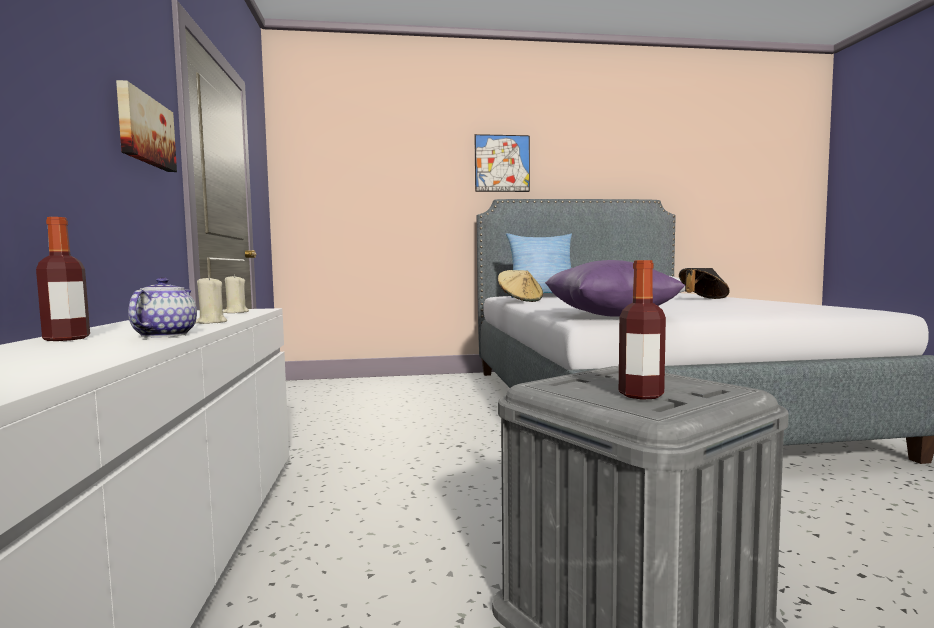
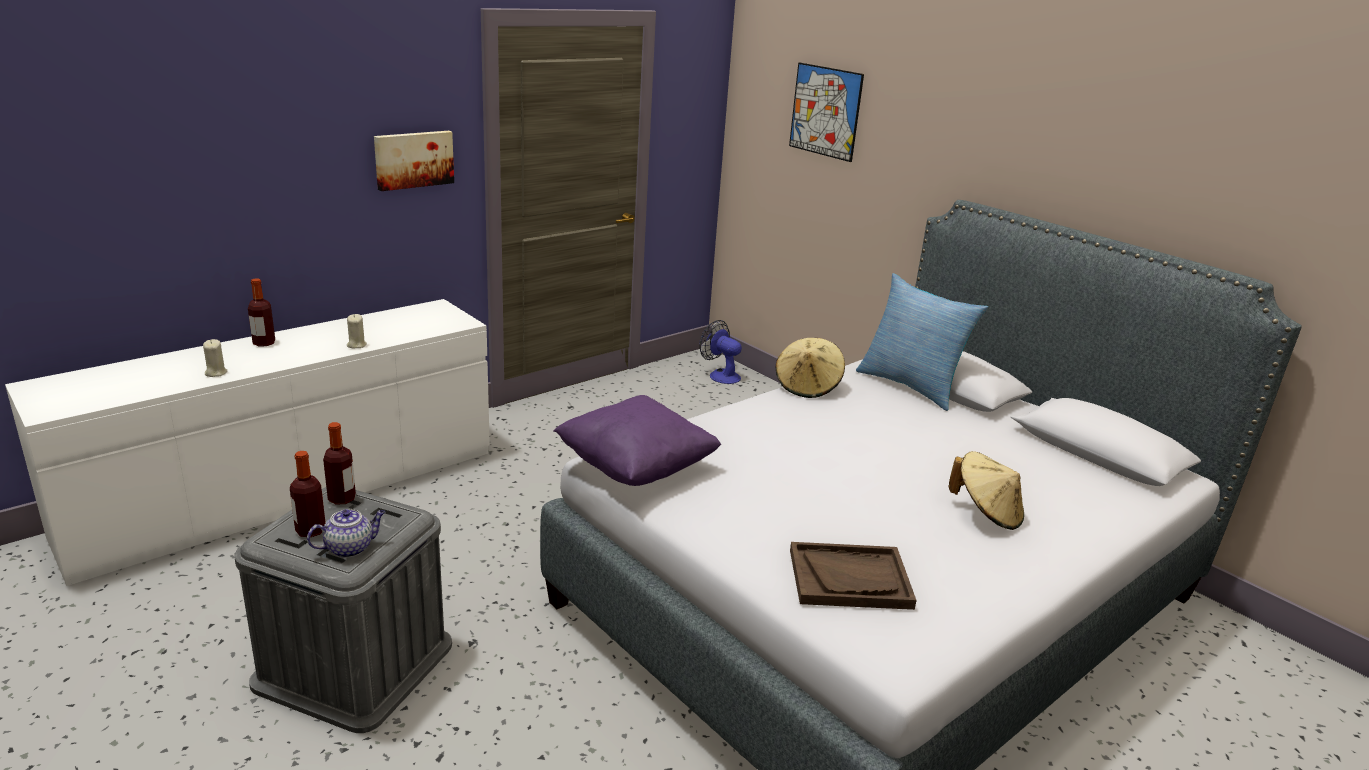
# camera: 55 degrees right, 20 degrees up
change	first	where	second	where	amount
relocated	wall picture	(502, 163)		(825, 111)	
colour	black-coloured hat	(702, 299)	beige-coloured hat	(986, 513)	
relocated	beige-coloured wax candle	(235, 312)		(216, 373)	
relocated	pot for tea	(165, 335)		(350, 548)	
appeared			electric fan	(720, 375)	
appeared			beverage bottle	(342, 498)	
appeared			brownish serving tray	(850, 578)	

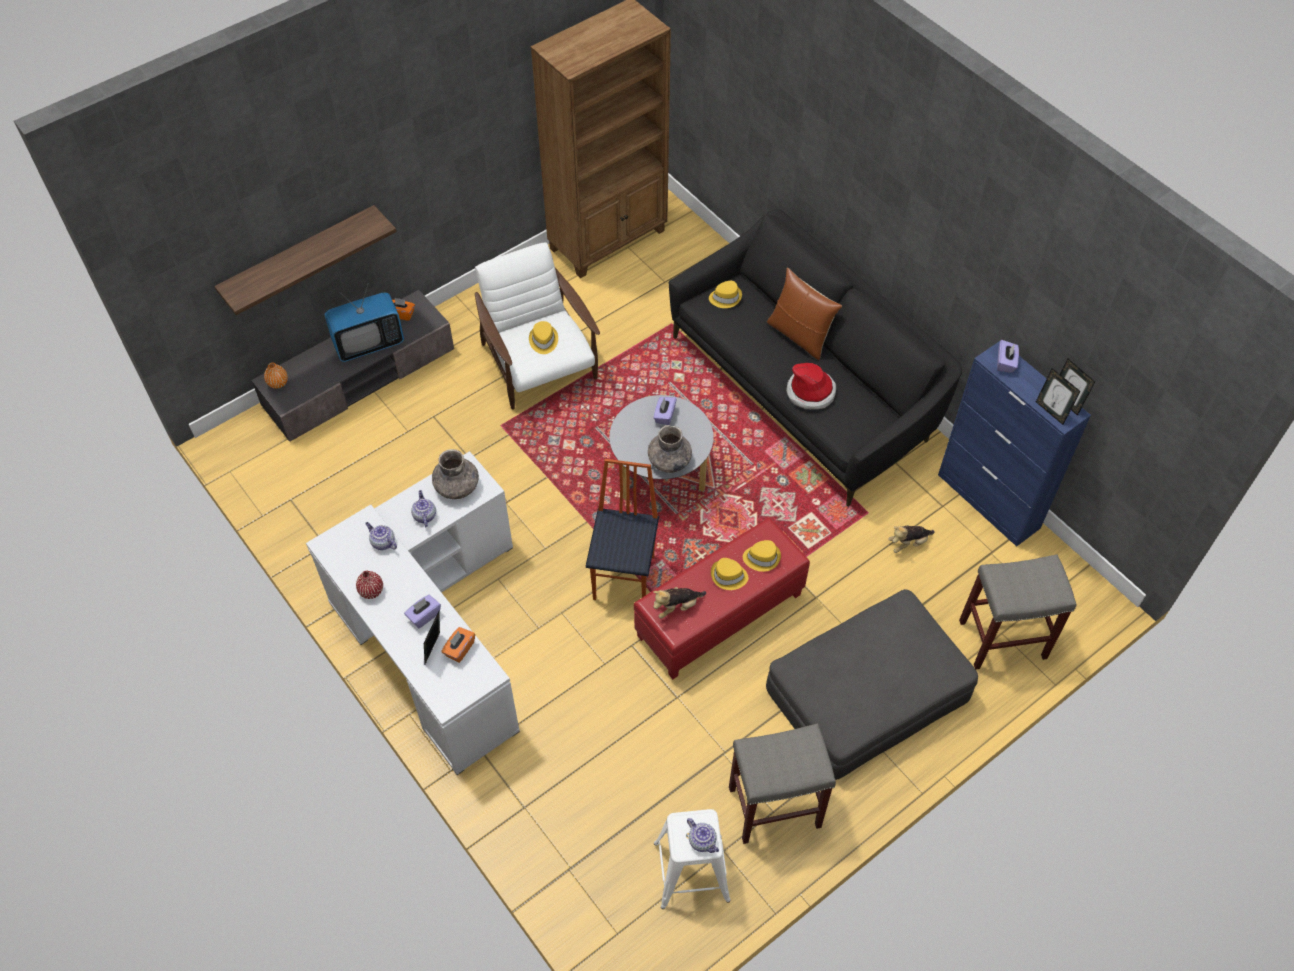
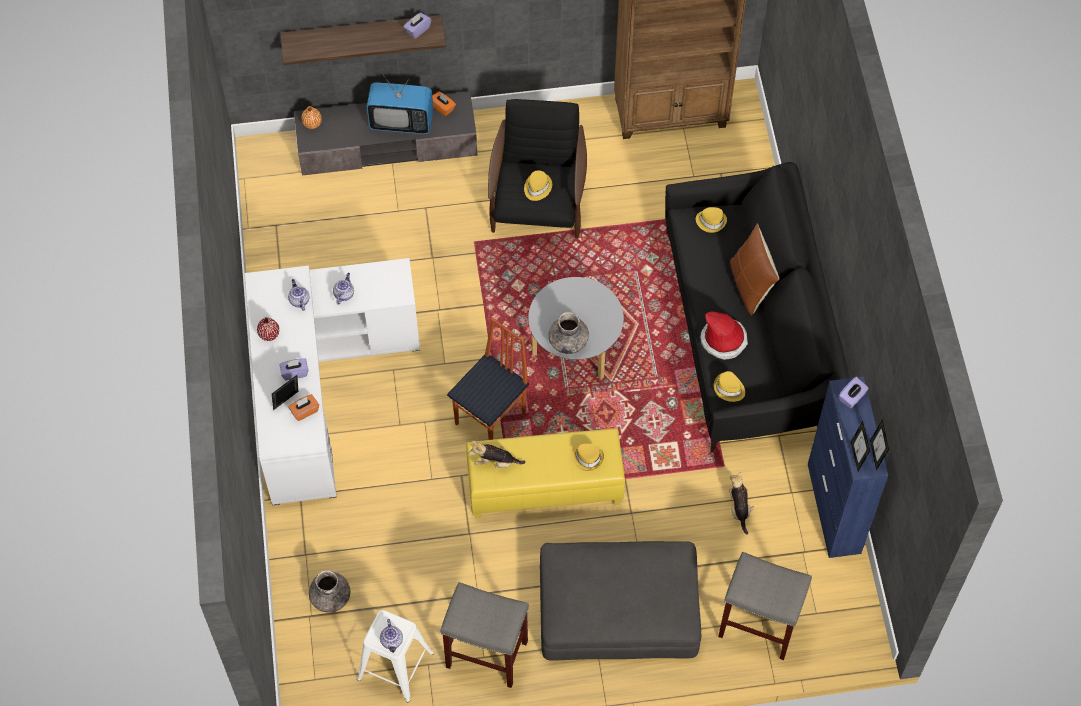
# camera: 30 degrees right, 5 degrees up
change	first	where	second	where	amount
colour	white lounge chair	(539, 365)	black-coloured lounge chair	(538, 203)	
relocated	purple-coloured tissue holder	(664, 415)		(417, 30)	
relocated	gray flower vase	(457, 486)		(331, 597)	
colour	red-coloured footrest	(719, 616)	yellow-coloured footrest	(544, 488)	
spun	cuddly toy	(908, 543)		(739, 508)	75 degrees clockwise
relocated	yellow-coloured hat	(728, 576)		(729, 388)	

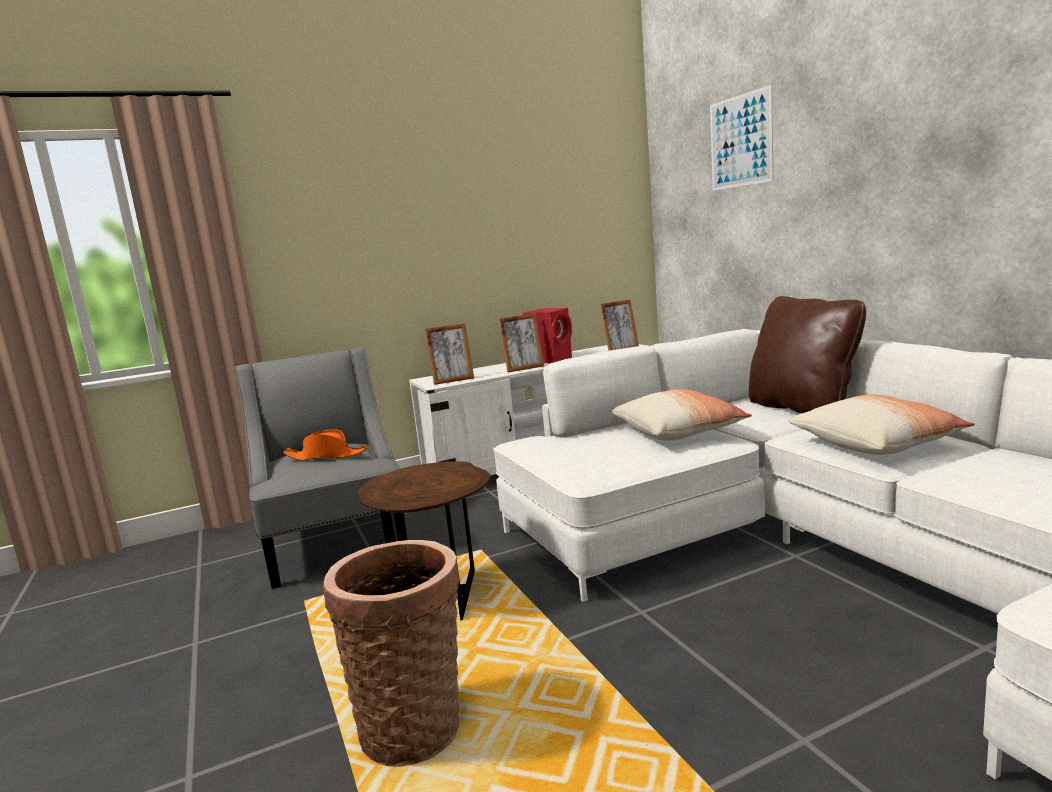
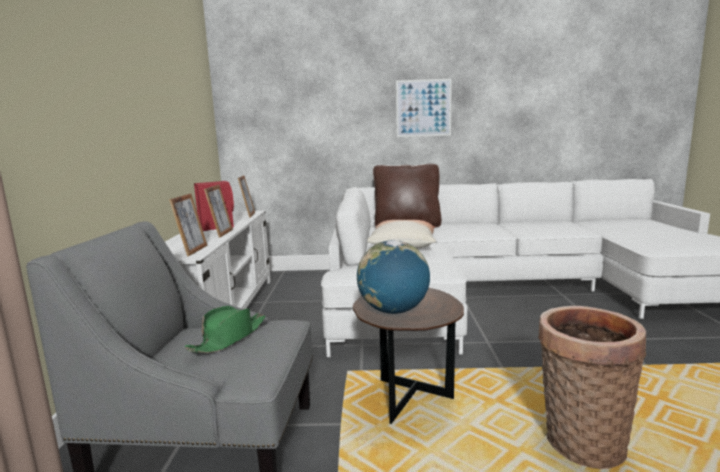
# camera: 65 degrees left, 0 degrees up
change	first	where	second	where	amount
relocated	wall picture	(740, 141)		(423, 108)	
missing	cushion	(876, 444)			
colour	orange hat	(327, 456)	green hat	(229, 338)	
appeared			world globe	(393, 311)	

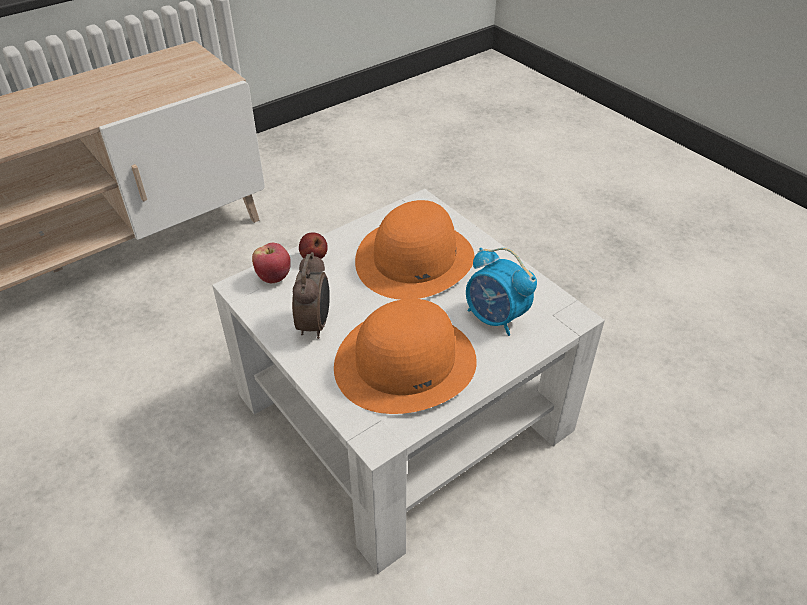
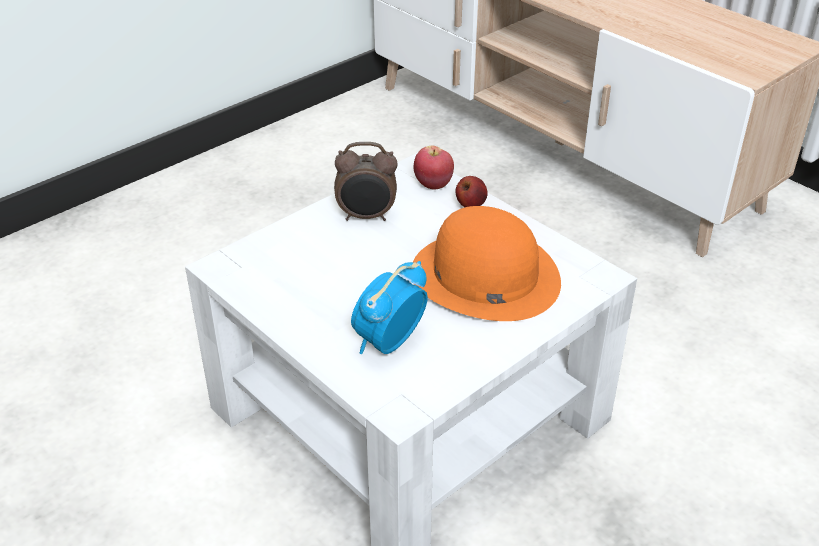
# camera: 85 degrees right, 5 degrees down
change	first	where	second	where	amount
missing	orange hat	(405, 362)			

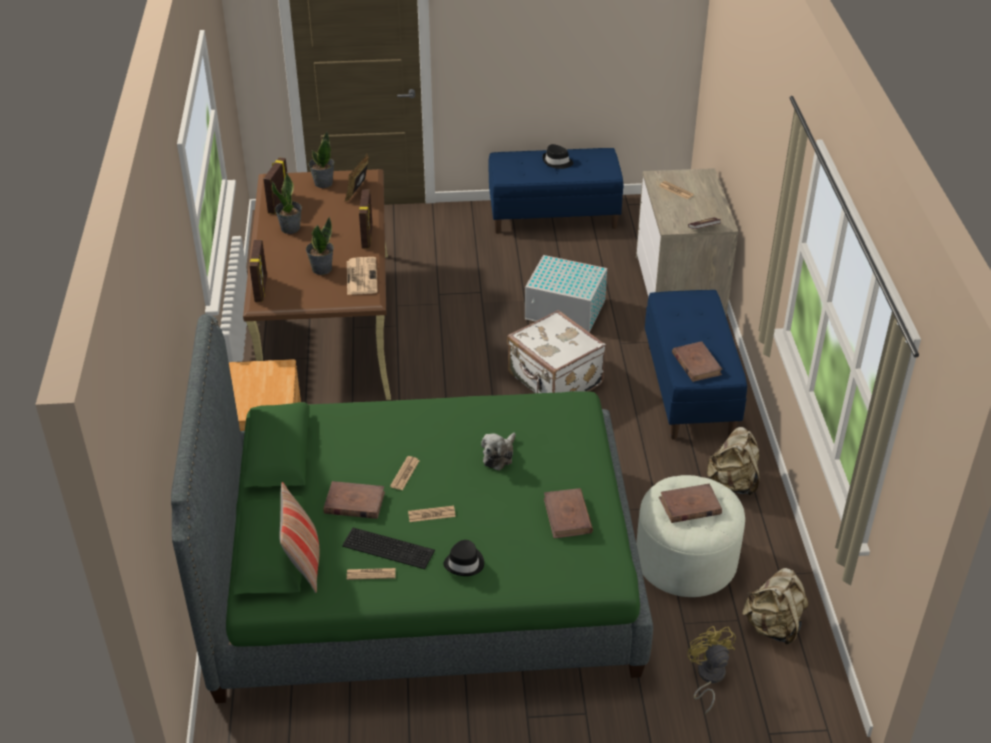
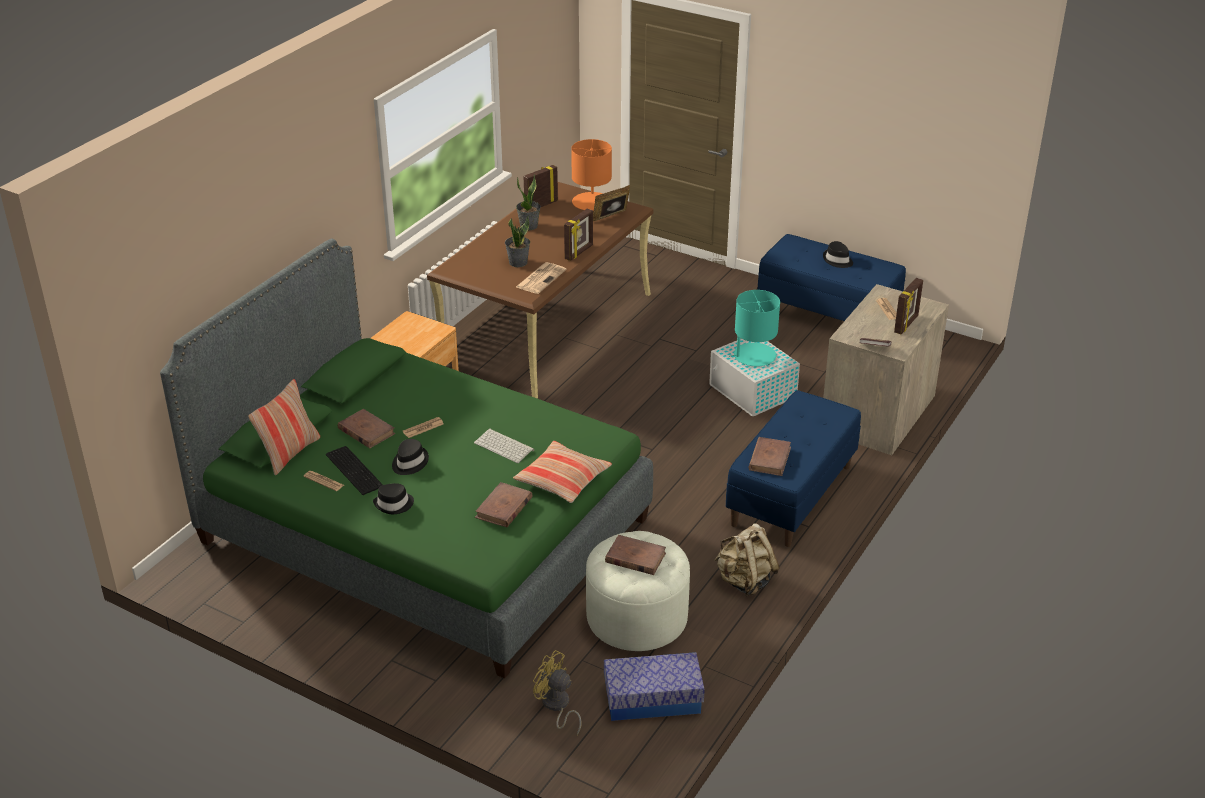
# camera: 35 degrees right, 5 degrees down
change	first	where	second	where	amount
exchanged	houseplant	(323, 183)	orange tabletop lamp	(591, 202)	
relocated	standing frame	(261, 289)		(906, 324)	
missing	white suitcase	(554, 380)			
exchanged	cuddly toy	(499, 456)	computer keyboard	(505, 446)	
exchanged	daily paper	(431, 514)	black-coloured hat	(409, 462)	
exchanged	beige-coloured knapsack	(773, 626)	storage container	(652, 699)	
spun	yellow-coloured electric fan	(708, 677)		(556, 706)	75 degrees counterclockwise
appeared			turquoise tabletop lamp	(754, 356)	
appeared			cushion	(562, 480)	

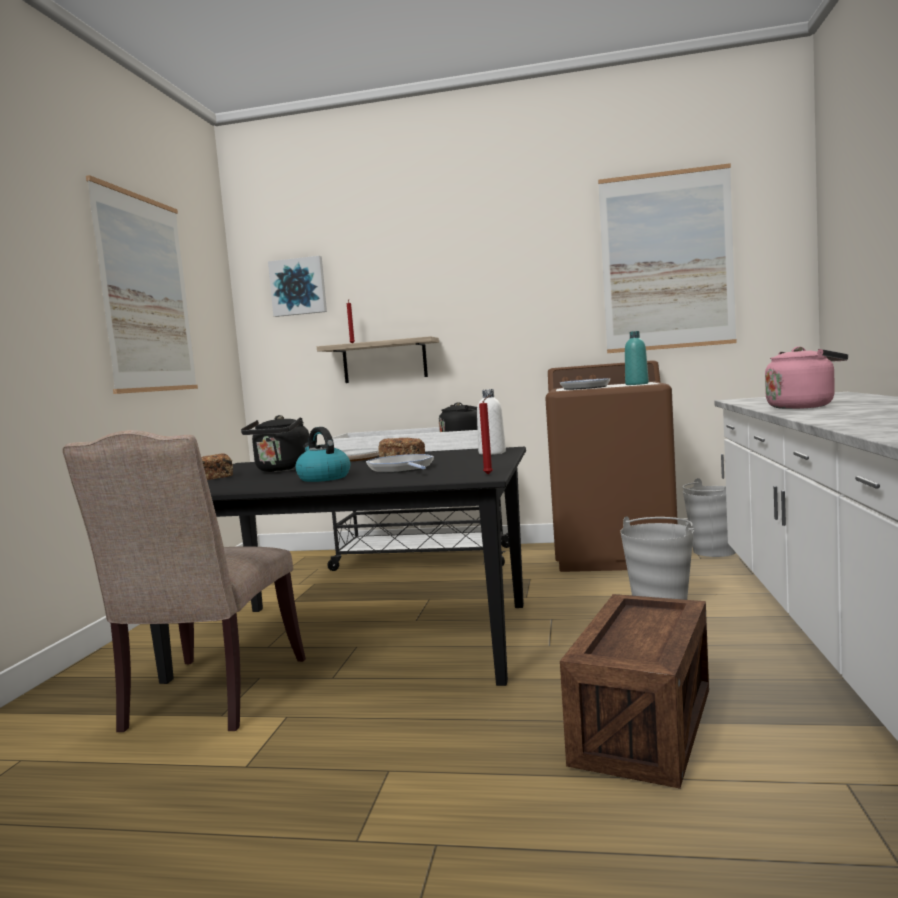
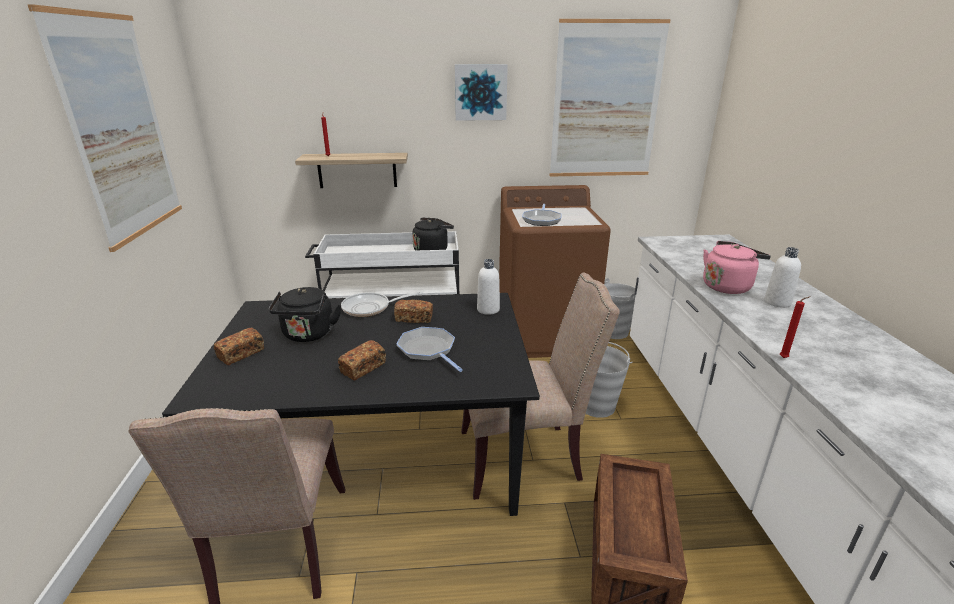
# camera: 15 degrees left, 20 degrees up
change	first	where	second	where	amount
relocated	wall picture	(298, 287)		(480, 92)	
missing	turquoise beverage bottle	(637, 384)			
relocated	red-coloured wax candle	(489, 474)		(785, 358)	
exchanged	water kettle	(323, 478)	bakery bread	(363, 368)	
appeared			white beverage bottle	(777, 302)	
appeared			beige-coloured upright chair	(525, 456)	

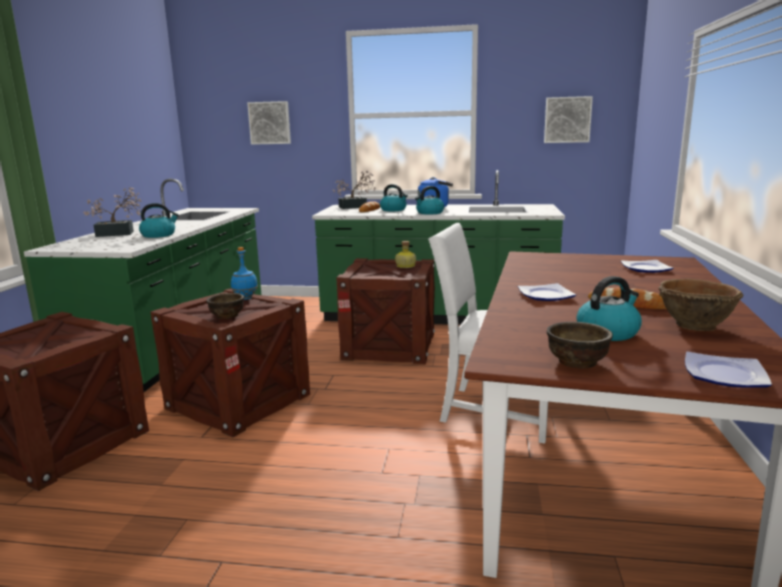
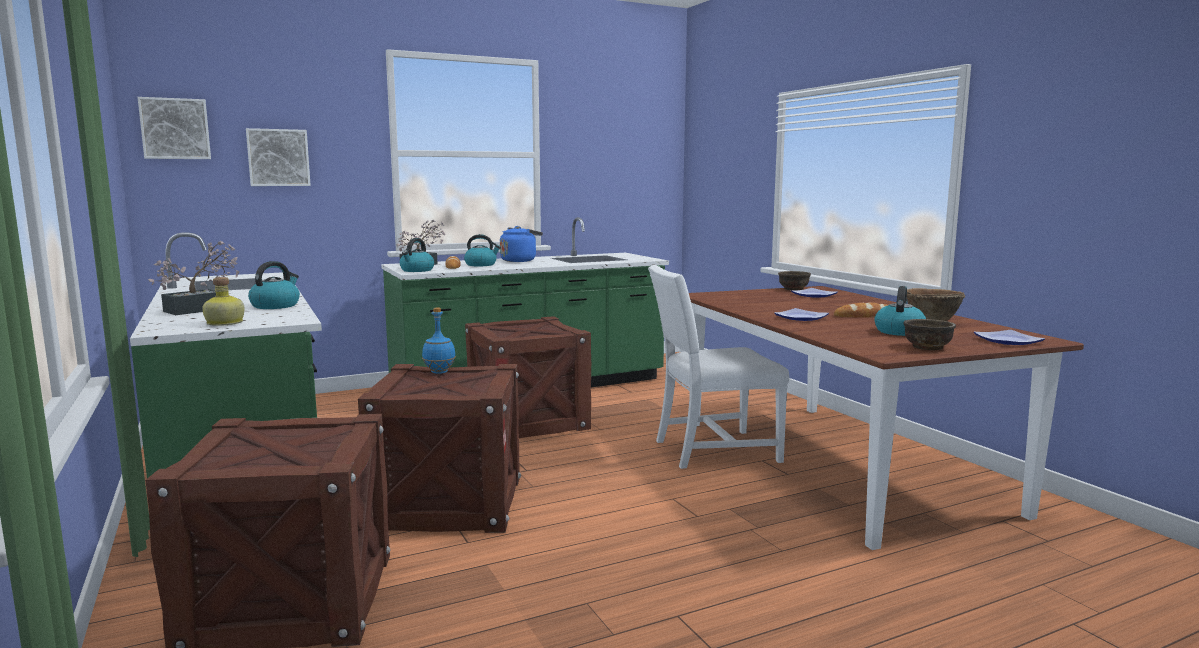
# camera: 35 degrees left, 5 degrees down
change	first	where	second	where	amount
relocated	wall picture	(567, 120)		(175, 129)	
relocated	water kettle	(429, 213)		(417, 270)	
relocated	beverage bottle	(405, 266)		(223, 323)	
relocated	brownish bowl	(227, 316)		(793, 289)	

